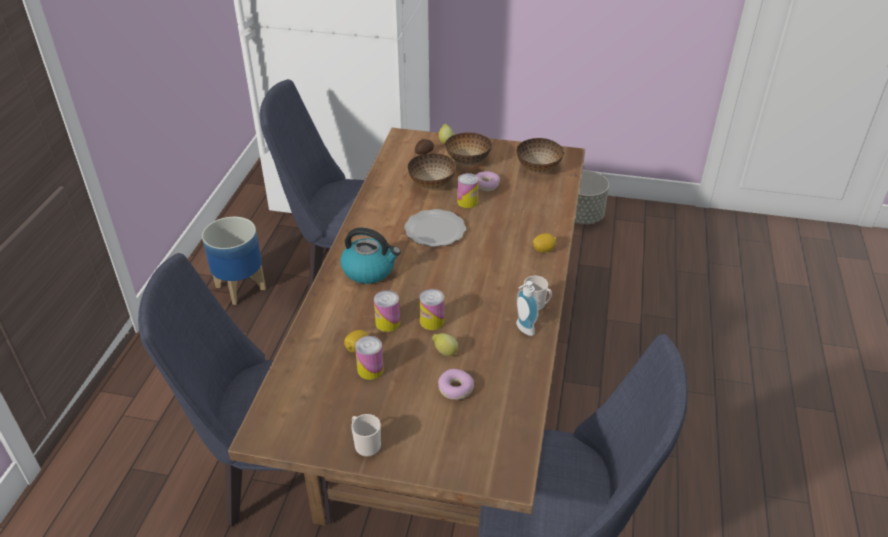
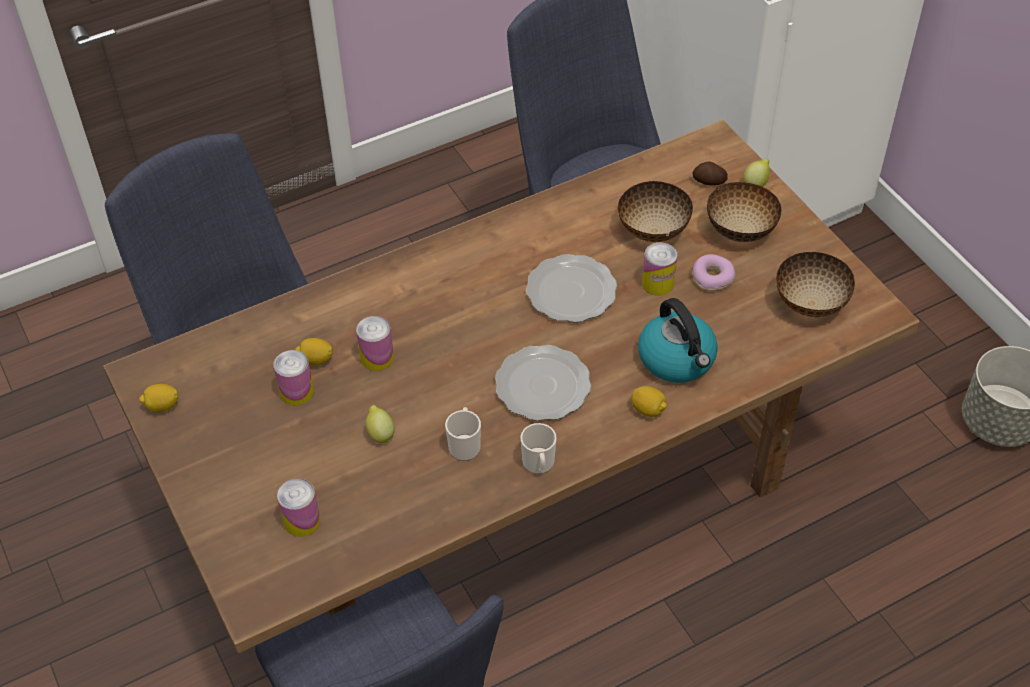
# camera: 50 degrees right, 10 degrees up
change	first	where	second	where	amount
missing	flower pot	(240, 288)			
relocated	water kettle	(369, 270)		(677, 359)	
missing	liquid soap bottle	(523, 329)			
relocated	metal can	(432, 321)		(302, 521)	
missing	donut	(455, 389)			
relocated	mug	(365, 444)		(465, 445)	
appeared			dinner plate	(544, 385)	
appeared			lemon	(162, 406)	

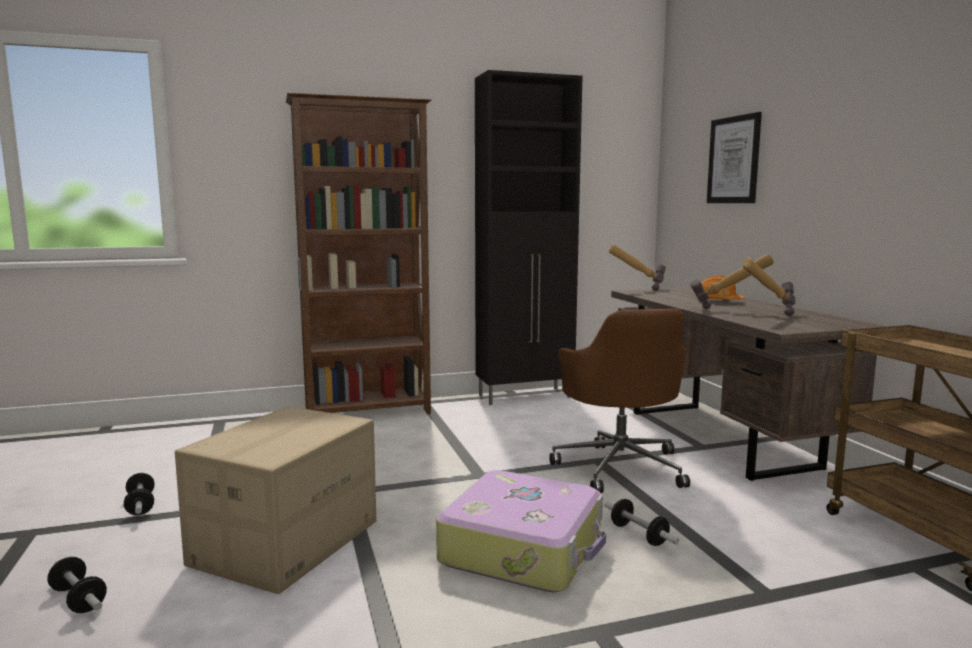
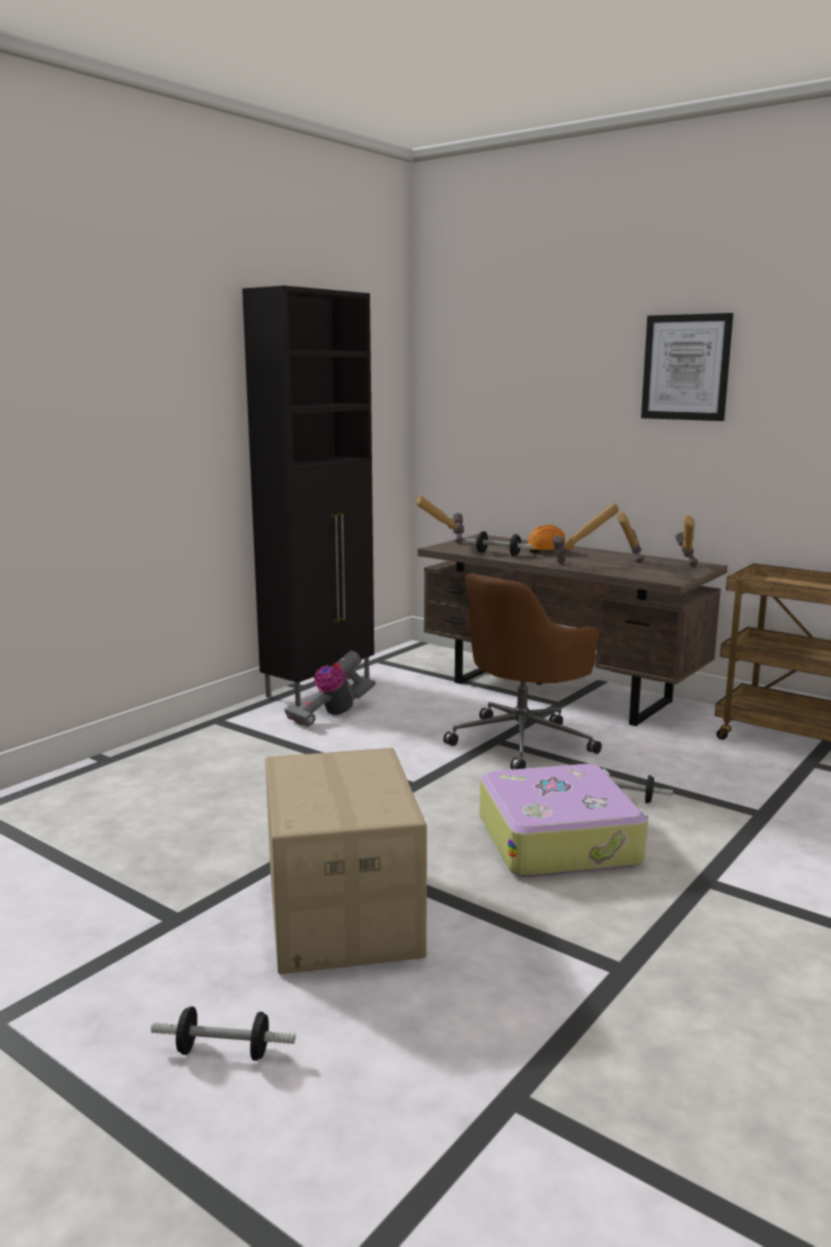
# camera: 35 degrees left, 5 degrees up
change	first	where	second	where	amount
missing	brownish bookshelf	(369, 412)			
relocated	wall picture	(733, 160)		(686, 367)	
spun	brownish office chair	(620, 466)		(523, 741)	90 degrees clockwise
relocated	free weight	(140, 505)		(498, 554)	
appeared			hand hammer	(682, 569)	
appeared			vacuum	(331, 714)	

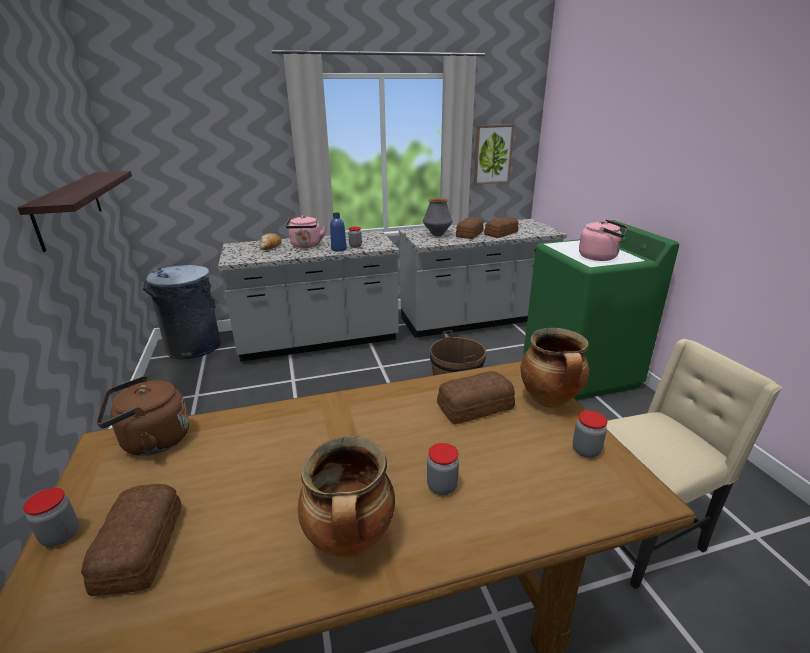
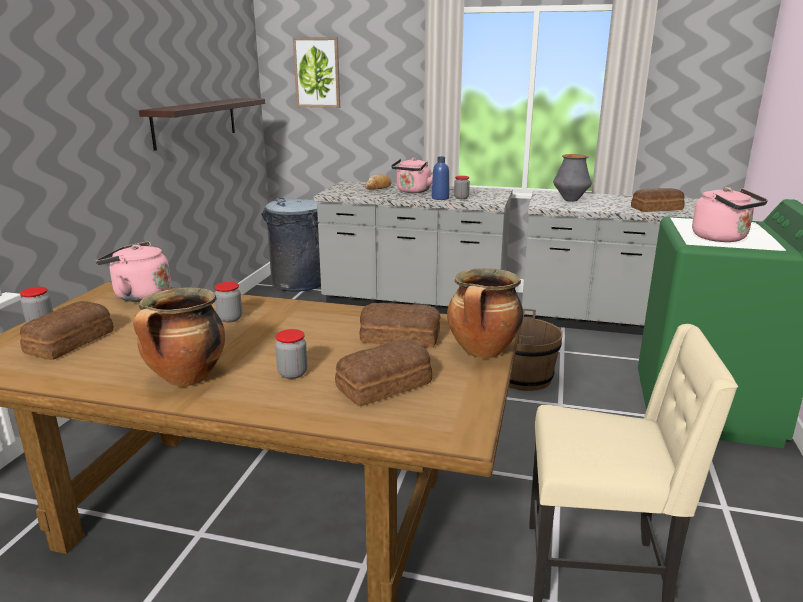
# camera: 30 degrees right, 5 degrees down
change	first	where	second	where	amount
relocated	wall picture	(492, 154)		(317, 72)	
relocated	bakery bread	(470, 234)		(386, 386)	
colour	brownish water kettle	(152, 441)	pink-coloured water kettle	(139, 295)	
relocated	jar	(586, 450)		(230, 318)	

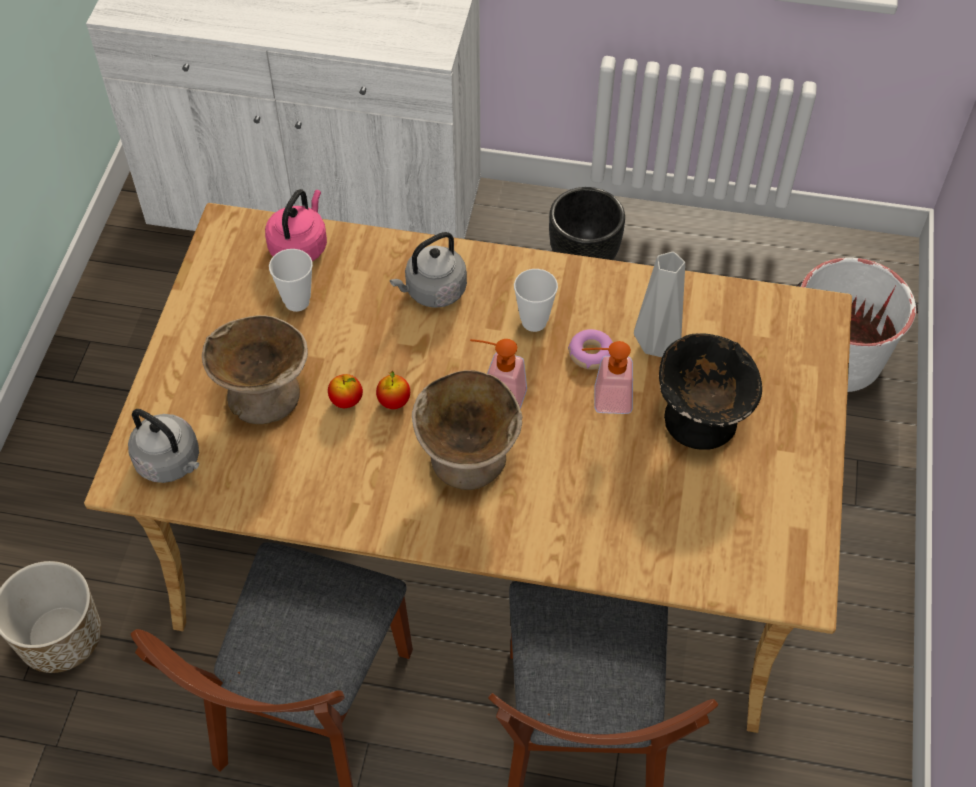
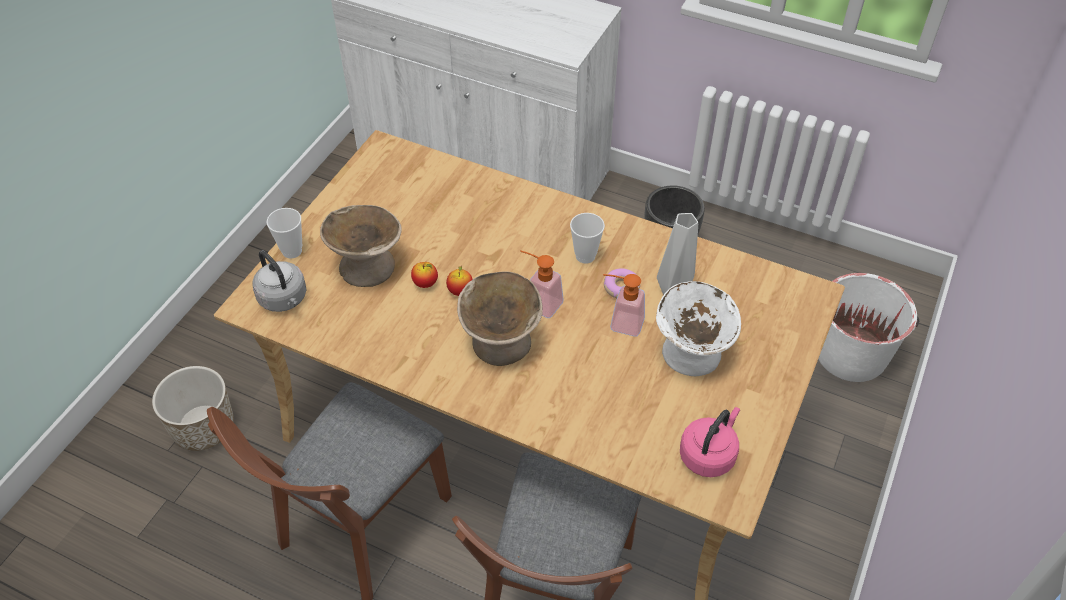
# camera: 15 degrees right, 5 degrees down
change	first	where	second	where	amount
relocated	pink-coloured water kettle	(300, 246)		(708, 455)	
missing	gray water kettle	(433, 291)			
relocated	cup	(297, 302)		(292, 251)	
colour	black-coloured bowl	(700, 419)	white bowl	(691, 352)	

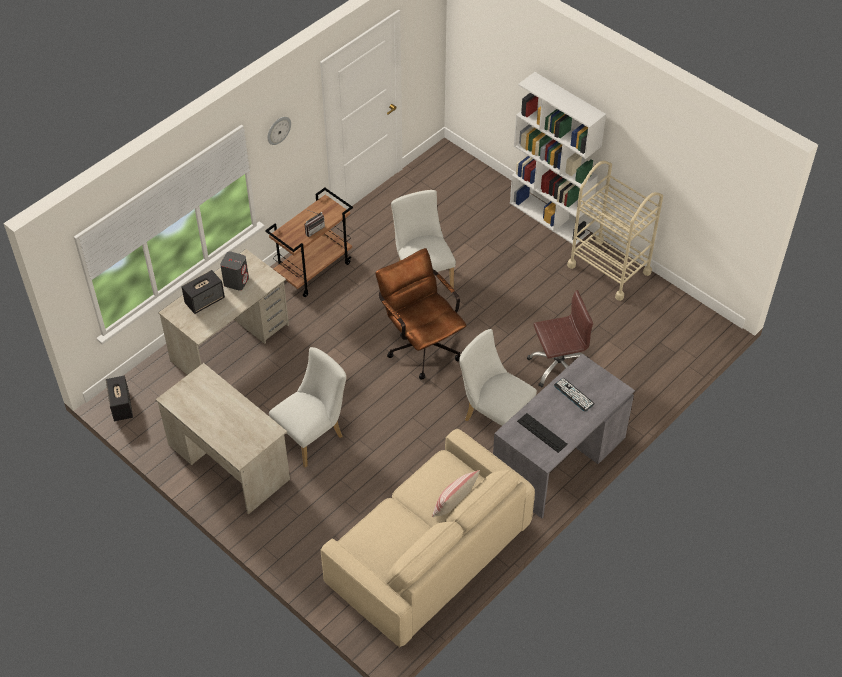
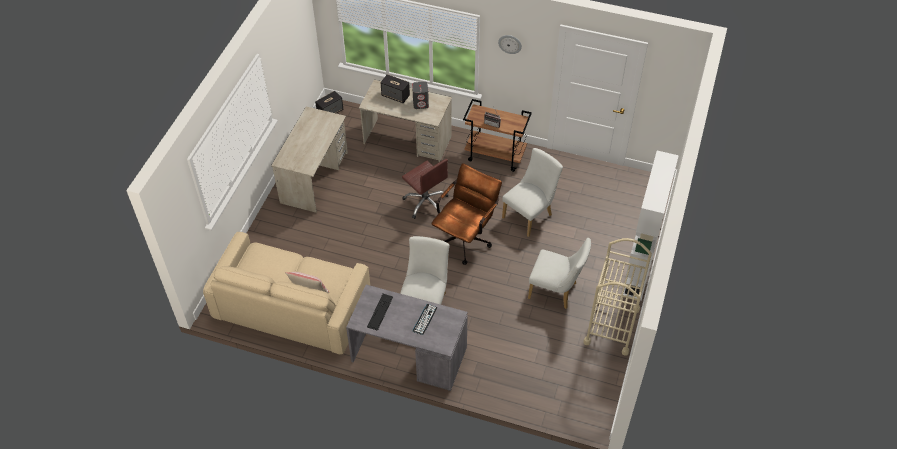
# camera: 65 degrees right, 0 degrees up
change	first	where	second	where	amount
relocated	brownish office chair	(558, 366)		(426, 202)	
relocated	white upright chair	(313, 435)		(556, 291)	

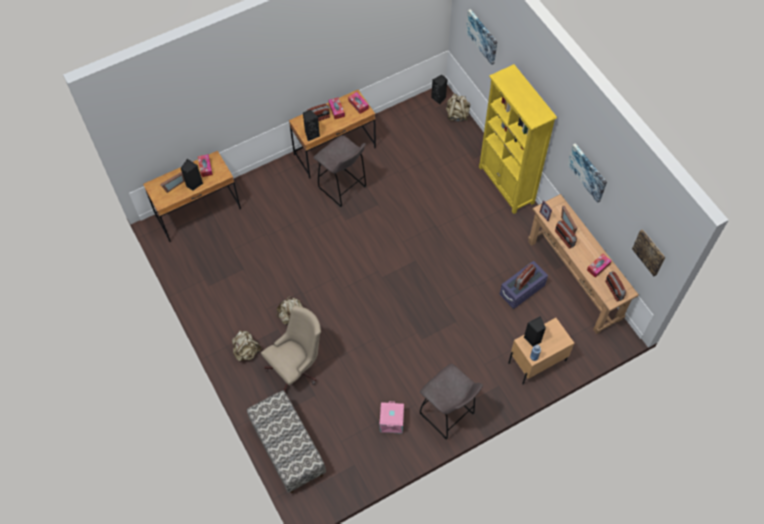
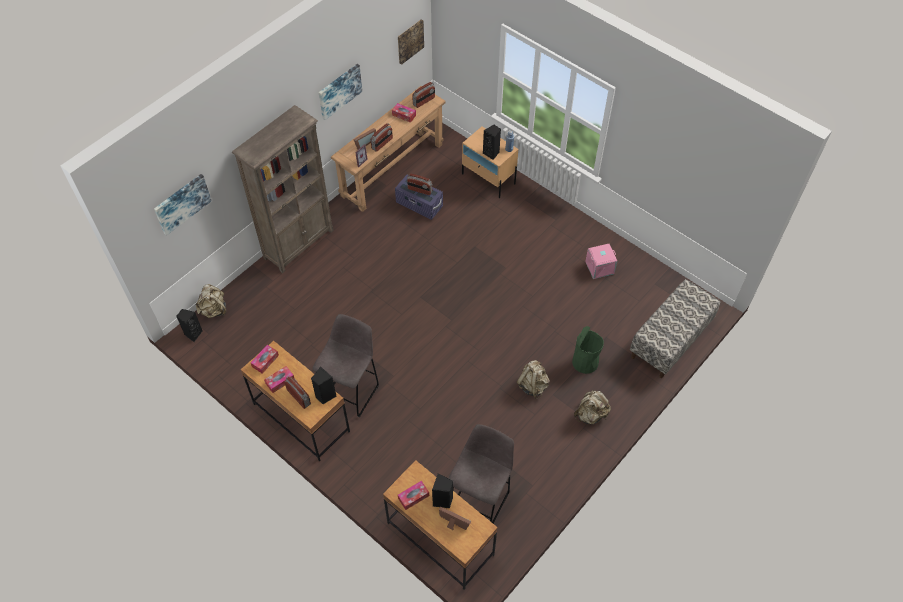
# camera: 110 degrees left, 5 degrees down
change	first	where	second	where	amount
colour	yellow-coloured bookshelf	(506, 185)	brownish bookshelf	(299, 244)	
exchanged	beige-coloured office chair	(297, 367)	green rubbish bin	(585, 362)	
relocated	gray stool	(448, 415)		(480, 499)	

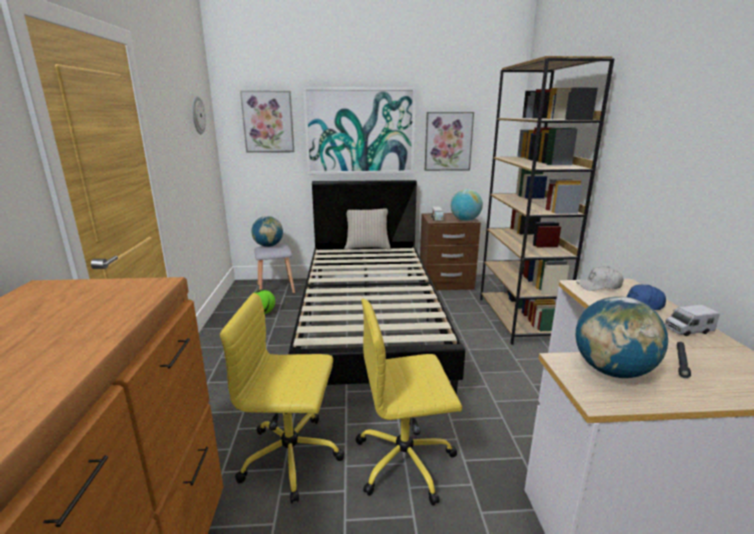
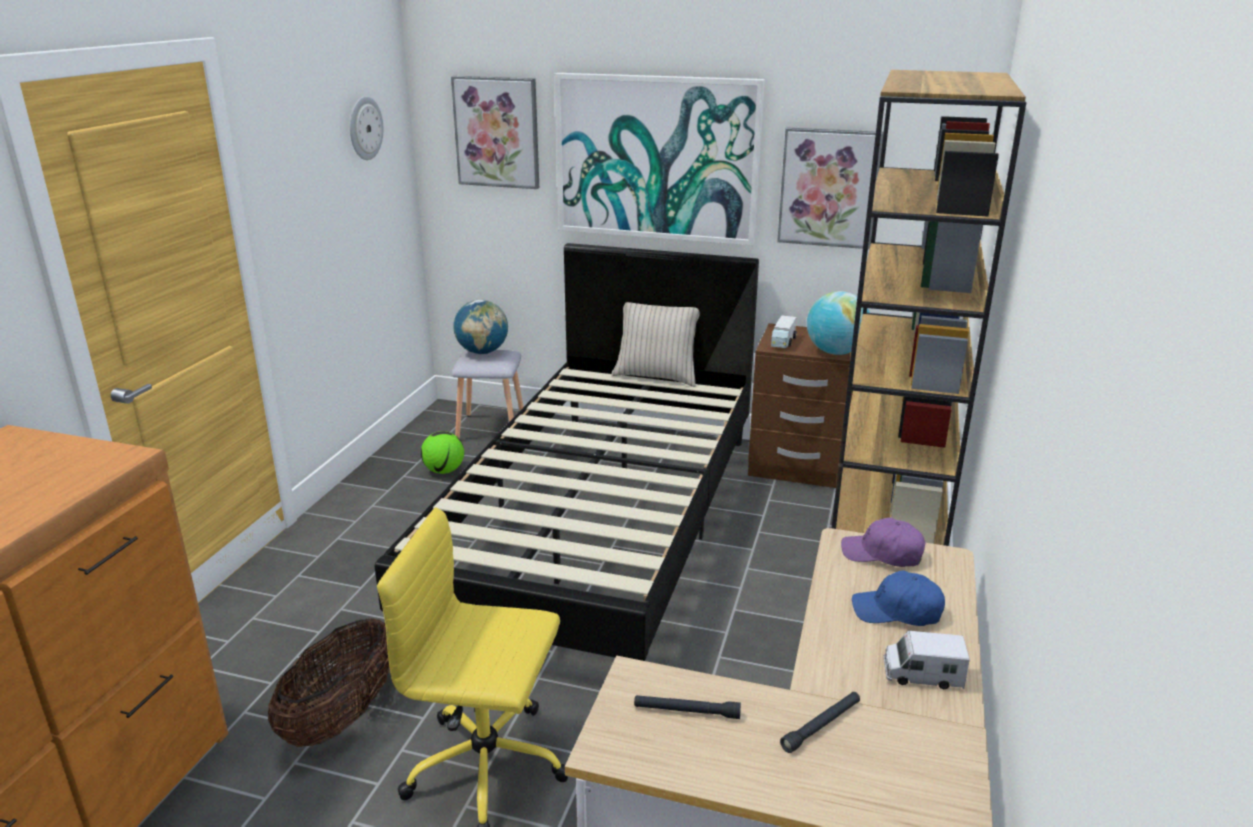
# camera: 20 degrees right, 5 degrees up
change	first	where	second	where	amount
colour	white cap	(599, 286)	purple-coloured cap	(882, 554)	
exchanged	yellow-coloured office chair	(293, 457)	household basket	(341, 717)	
exchanged	world globe	(611, 371)	black-coloured hand torch	(686, 712)	

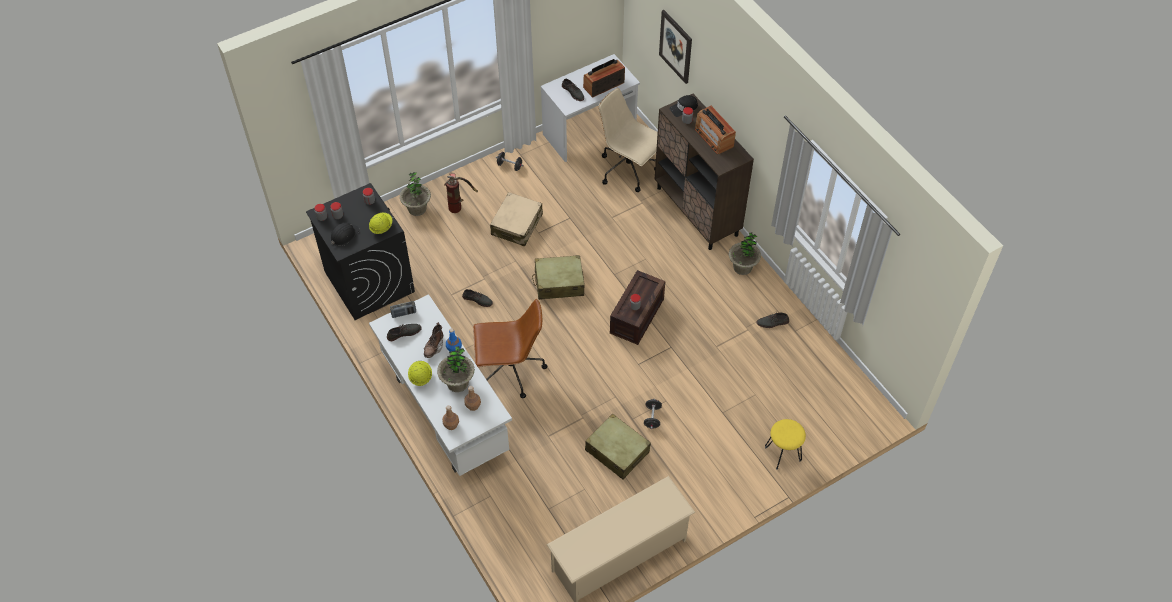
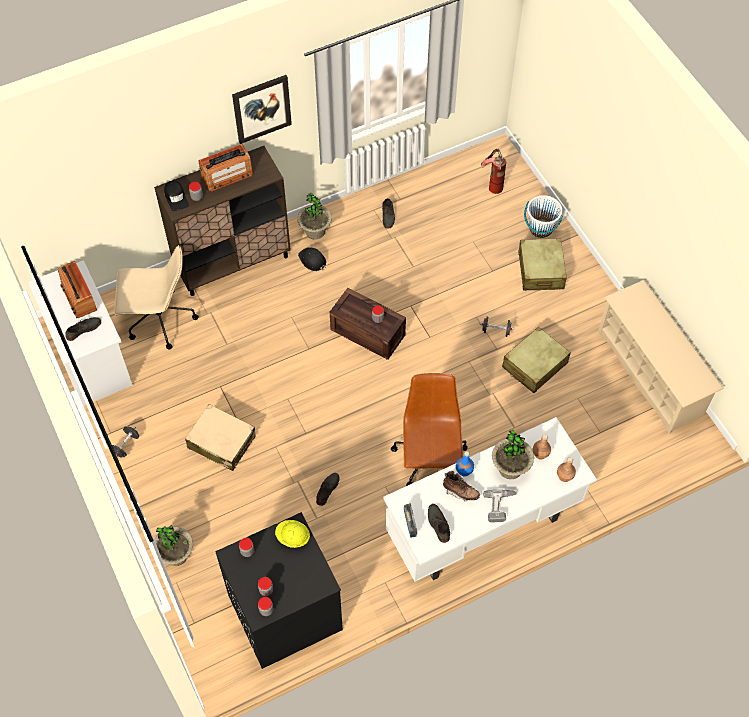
# camera: 85 degrees left, 5 degrees up
change	first	where	second	where	amount
relocated	wall picture	(676, 46)		(262, 108)	
spun	beige-coloured office chair	(629, 170)		(159, 320)	135 degrees counterclockwise
relocated	fire extinguisher	(459, 205)		(492, 184)	
relocated	black-coloured hard hat	(344, 235)		(312, 260)	
relocated	beige-coloured suitcase	(559, 283)		(540, 270)	
exchanged	yellow-coloured hard hat	(420, 377)	drill	(501, 506)	
exchanged	yellow-coloured stool	(783, 454)	white water bucket	(540, 228)	

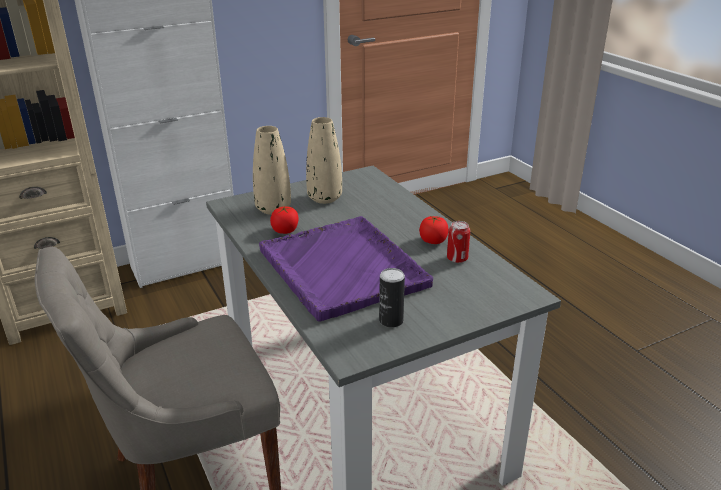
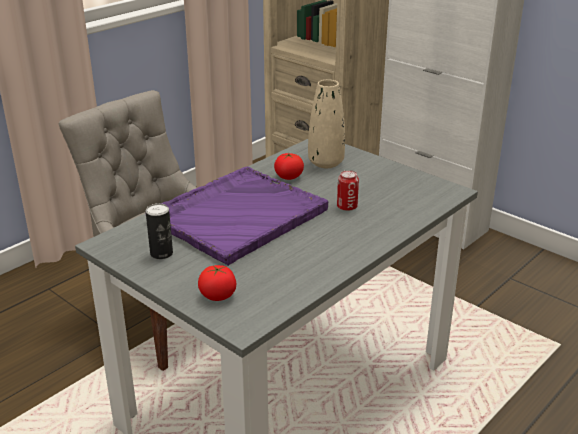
# camera: 70 degrees right, 0 degrees up
change	first	where	second	where	amount
missing	beige-coloured flower vase	(324, 198)			
relocated	fresh tomato	(433, 241)		(217, 295)	
relocated	metal can	(457, 258)		(347, 207)	

